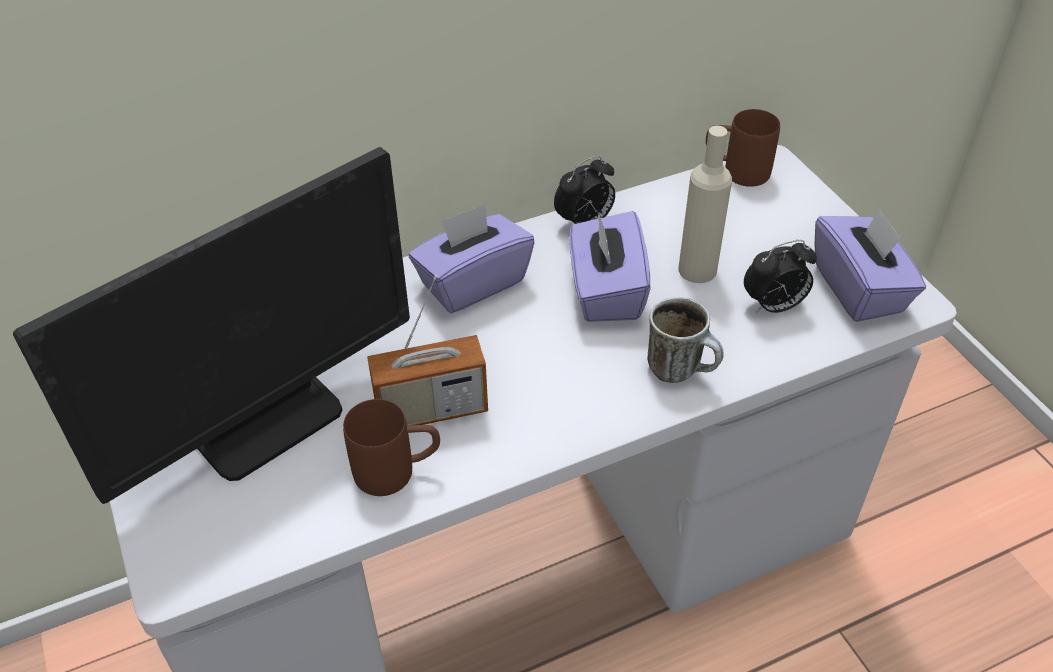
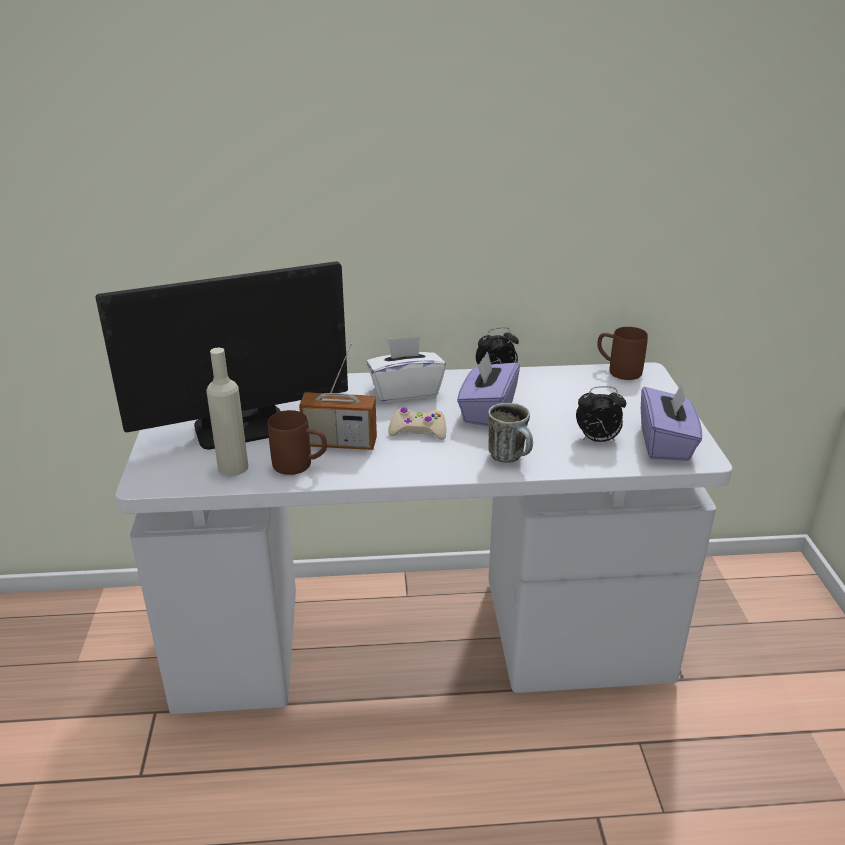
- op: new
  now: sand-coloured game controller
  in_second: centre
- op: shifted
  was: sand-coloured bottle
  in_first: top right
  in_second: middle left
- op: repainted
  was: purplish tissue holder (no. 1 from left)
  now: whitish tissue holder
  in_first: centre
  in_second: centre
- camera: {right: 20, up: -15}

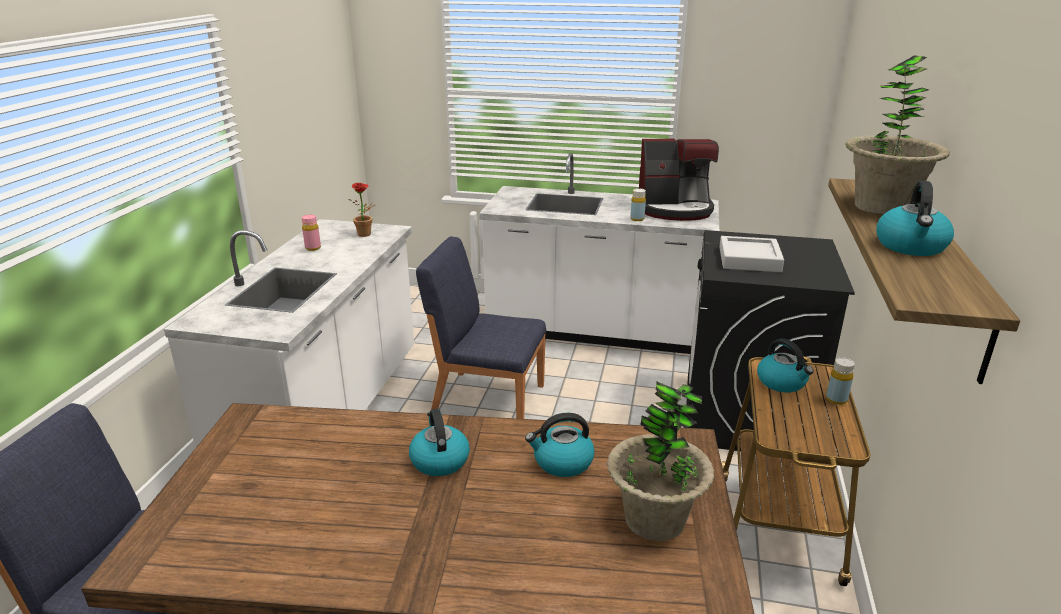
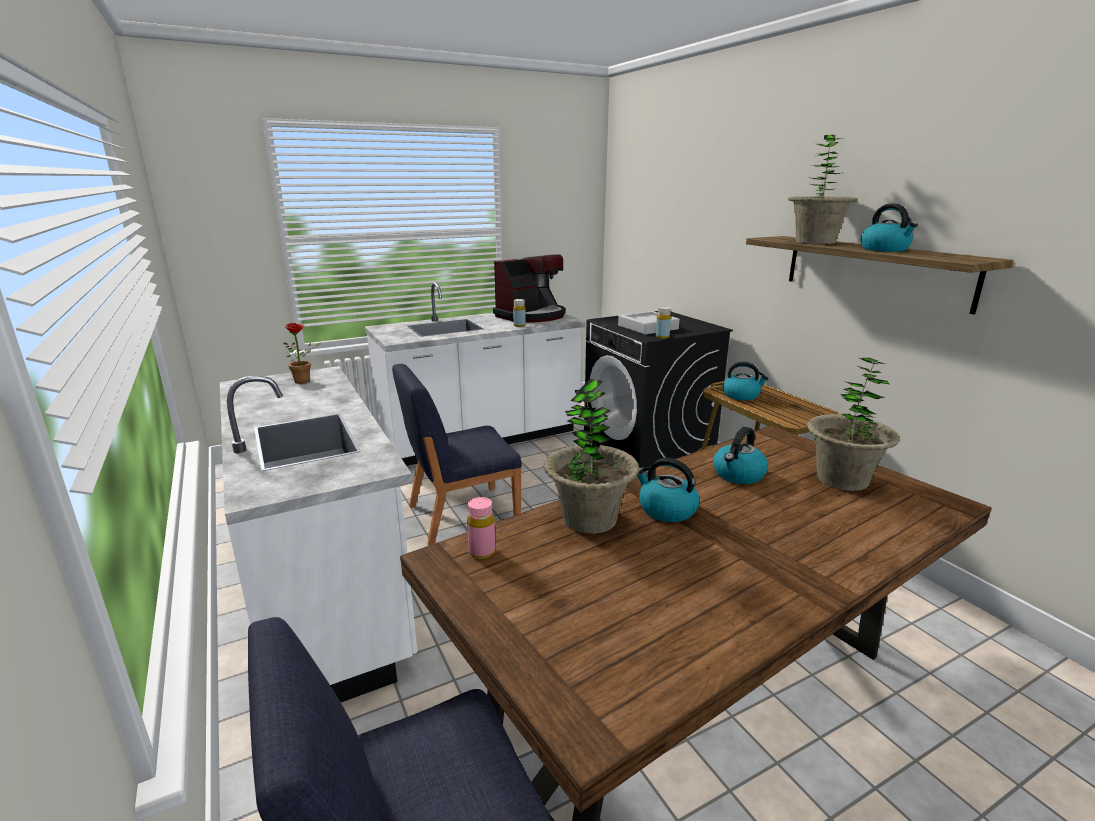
- op: new
  now: potted plant (no. 2 from left)
  in_second: centre
- op: shifted
  was: pink-coloured bottle
  in_first: middle left
  in_second: centre
- op: shifted
  was: yellowish bottle (no. 2 from left)
  in_first: middle right
  in_second: centre
- camera: {right: -40, up: -5}

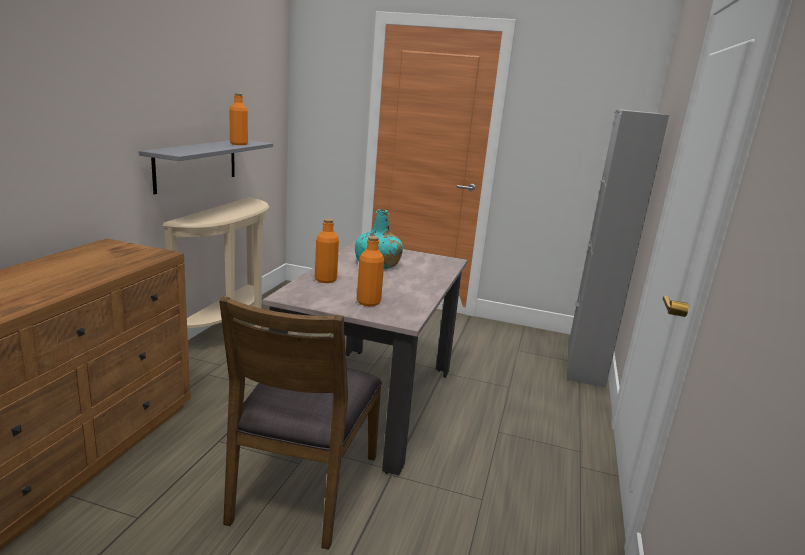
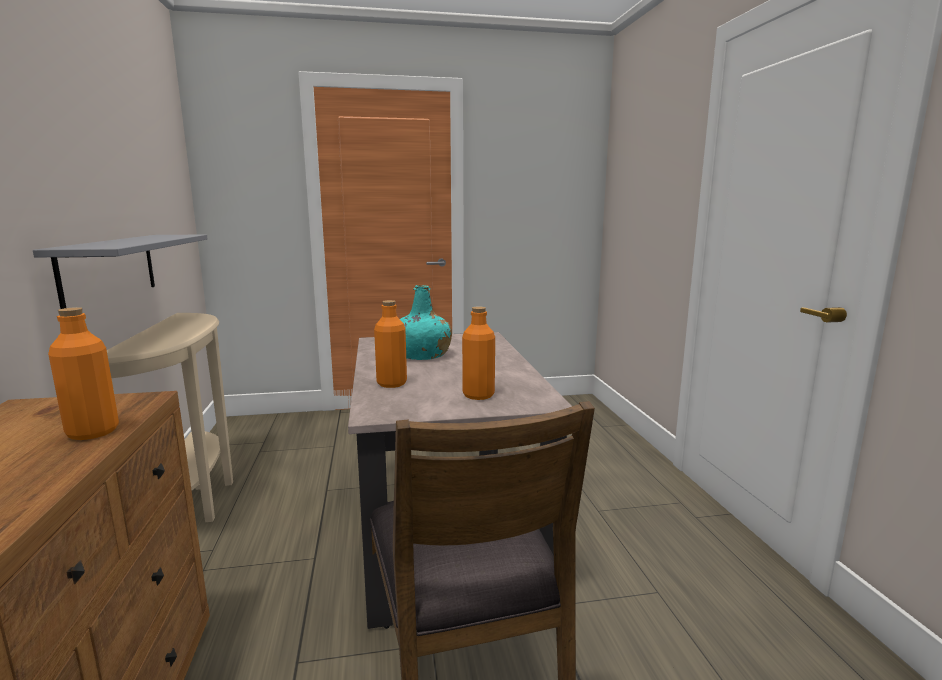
- op: gone
  was: gray cabinet
  in_first: middle right
- op: shifted
  was: orangey bottle (no. 1 from left)
  in_first: top left
  in_second: middle left
- camera: {right: -25, up: -5}

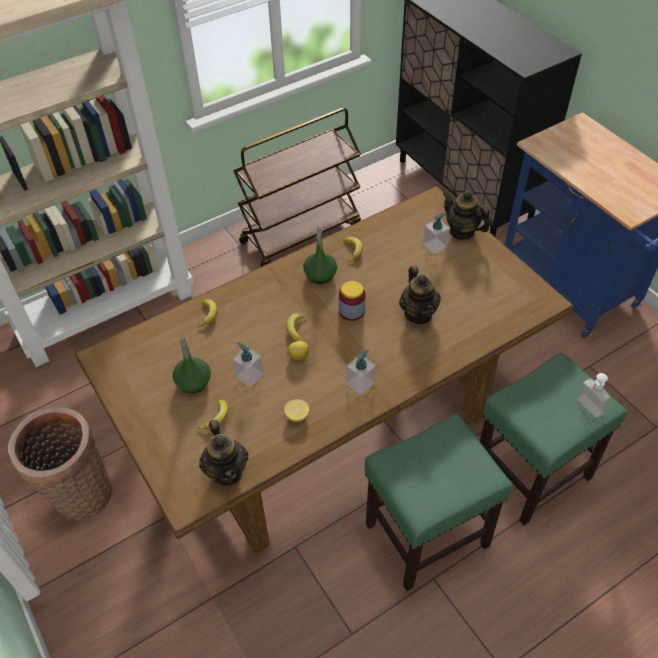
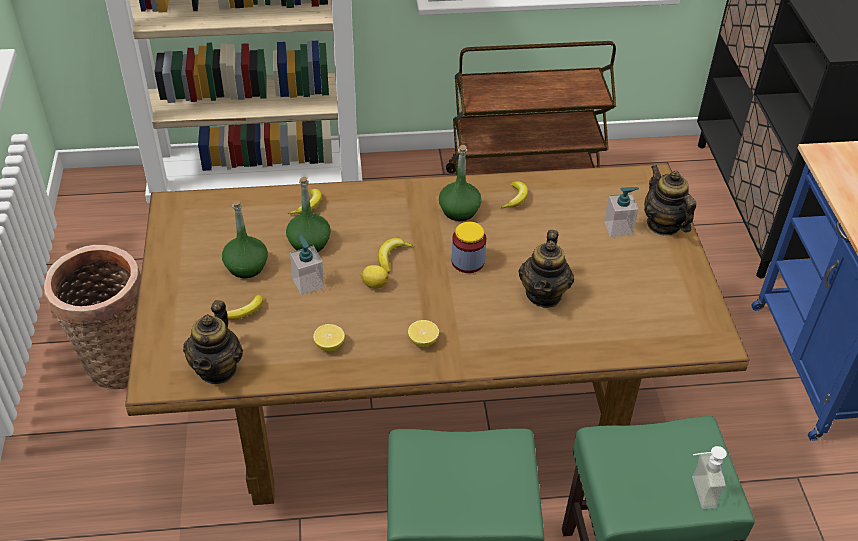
- op: new
  now: green-coloured bottle (no. 2 from left)
  in_second: centre
- op: swapped
  was: liquid soap bottle (no. 2 from left)
  now: whole lemon (no. 3 from left)
  in_first: centre
  in_second: centre
- camera: {right: 25, up: -5}

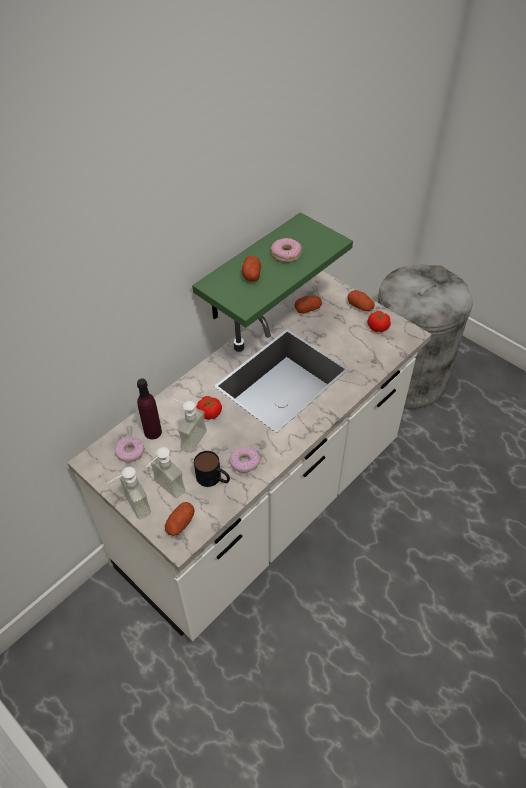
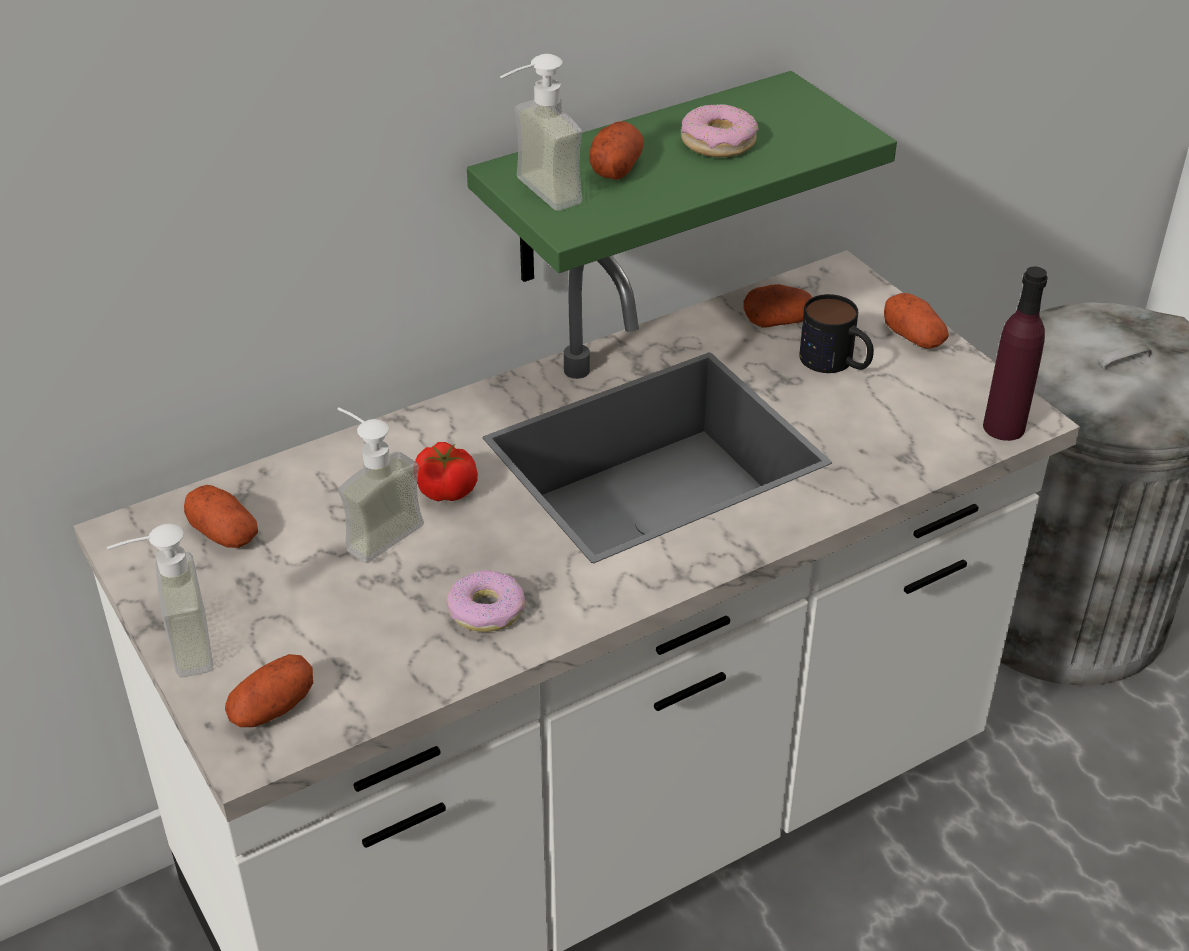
- op: gone
  was: fresh tomato (no. 2 from left)
  in_first: middle right
- op: shifted
  was: purplish bottle
  in_first: middle left
  in_second: middle right
- op: shifted
  was: liquid soap bottle (no. 2 from left in the first image)
  now: liquid soap bottle (no. 3 from left)
  in_first: middle left
  in_second: top centre
- op: shifted
  was: tea mug
  in_first: centre
  in_second: middle right
- op: swapped
  was: doughnut (no. 1 from left)
  now: spud (no. 1 from left)
  in_first: middle left
  in_second: middle left
- camera: {right: 15, up: -10}

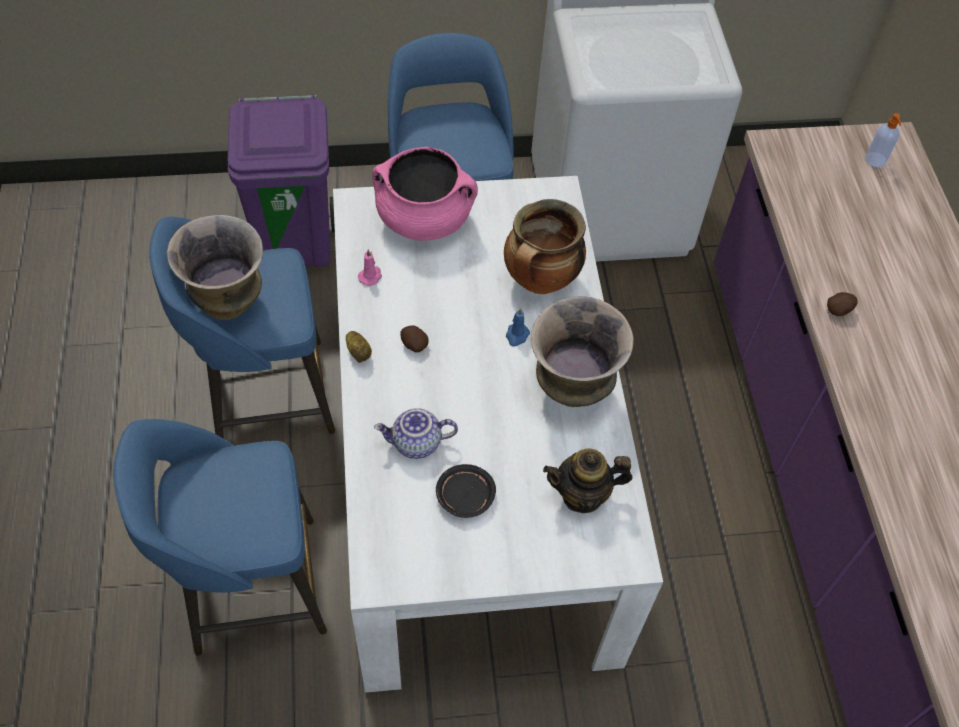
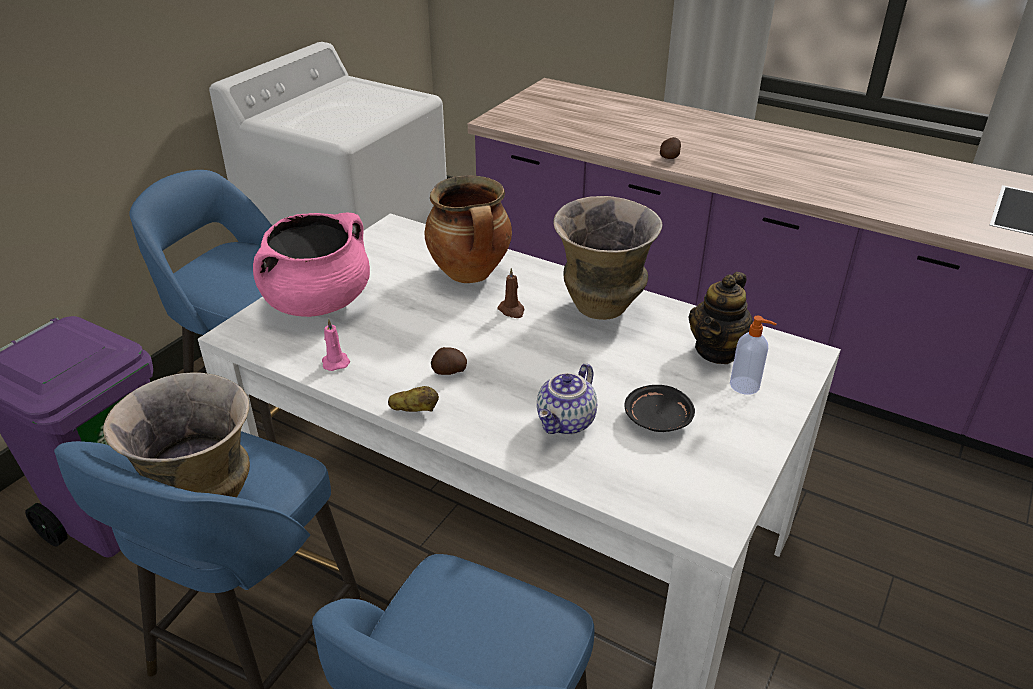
- op: shifted
  was: liquid soap bottle
  in_first: top right
  in_second: middle right
- op: repainted
  was: blue wax candle
  now: brown wax candle
  in_first: centre
  in_second: centre
- camera: {right: -50, up: -20}

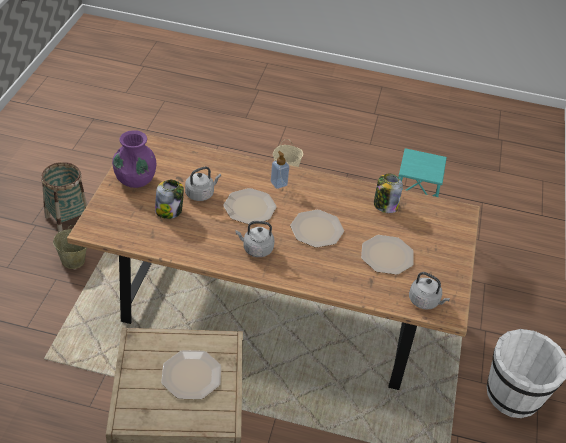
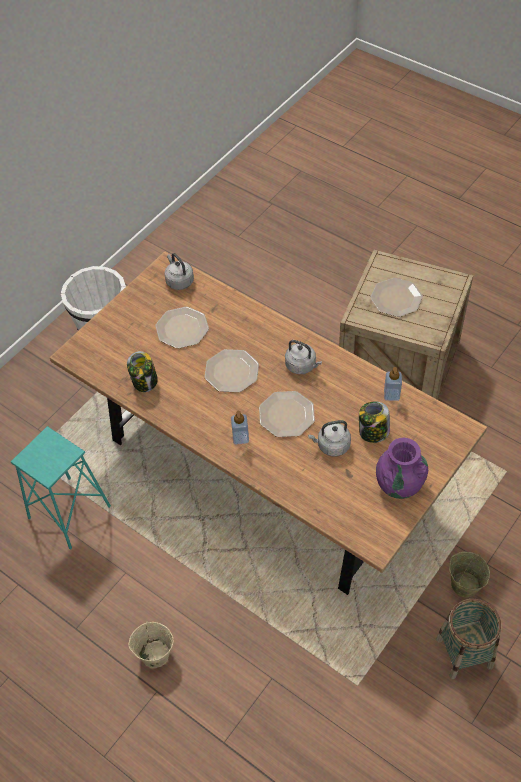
- op: new
  now: liquid soap bottle (no. 2 from left)
  in_second: middle right
- camera: {right: -150, up: 10}

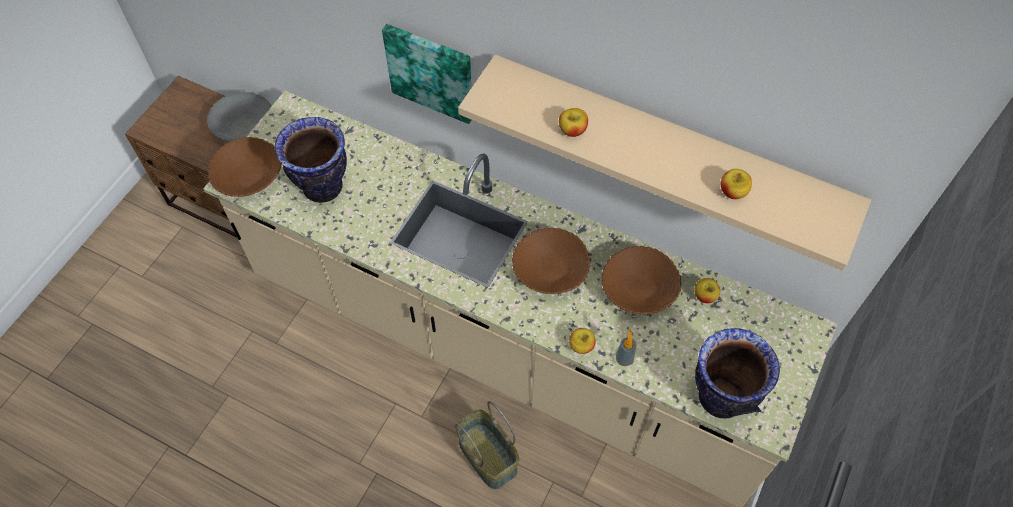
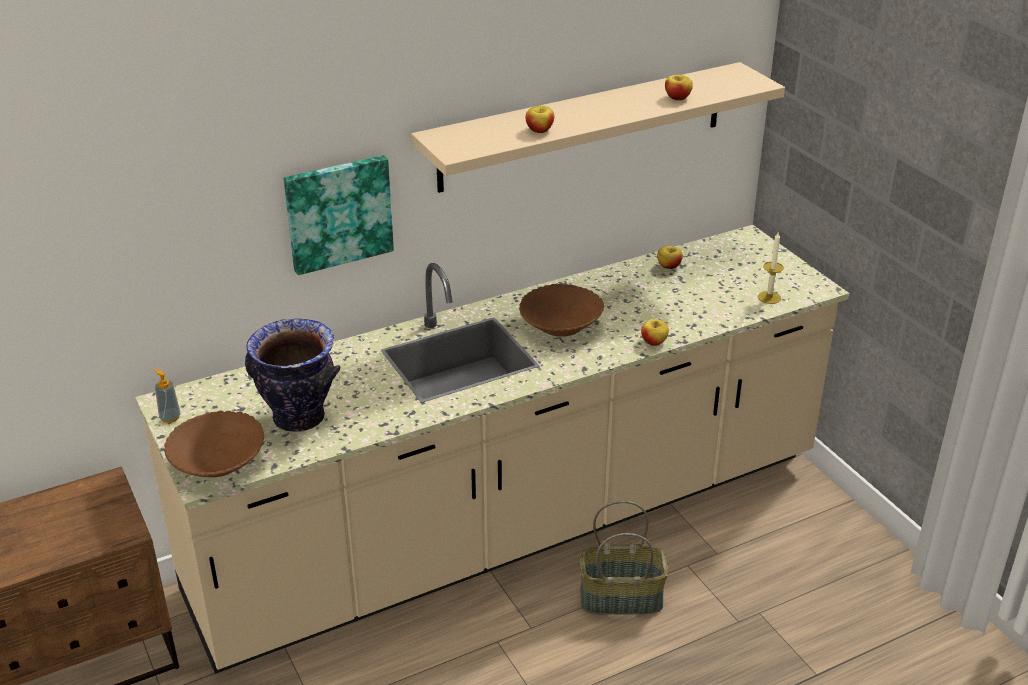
- op: gone
  was: gray deep dish
  in_first: top left
- op: gone
  was: brown deep dish (no. 3 from left)
  in_first: centre
- op: shifted
  was: liquid soap bottle
  in_first: bottom centre
  in_second: middle left
- op: swapped
  was: vase (no. 2 from left)
  now: wax candle
  in_first: bottom right
  in_second: middle right
- camera: {right: -55, up: -25}

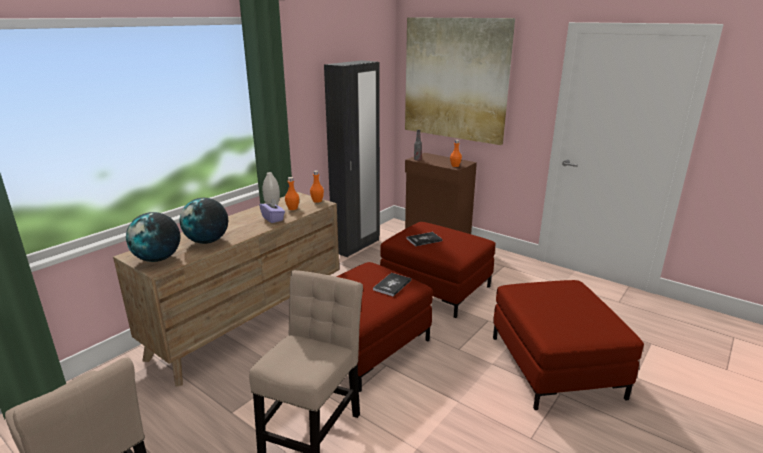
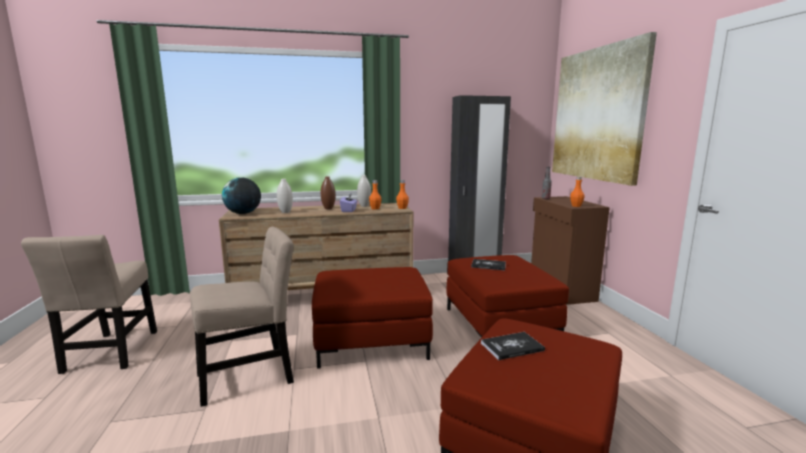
- op: new
  now: brown vase
  in_second: centre
- op: shifted
  was: volume (no. 1 from left in the first image)
  now: volume (no. 2 from left)
  in_first: centre
  in_second: bottom centre
- op: swapped
  was: globe (no. 2 from left)
  now: whitish vase (no. 1 from left)
  in_first: middle left
  in_second: centre
- camera: {right: 40, up: -10}

